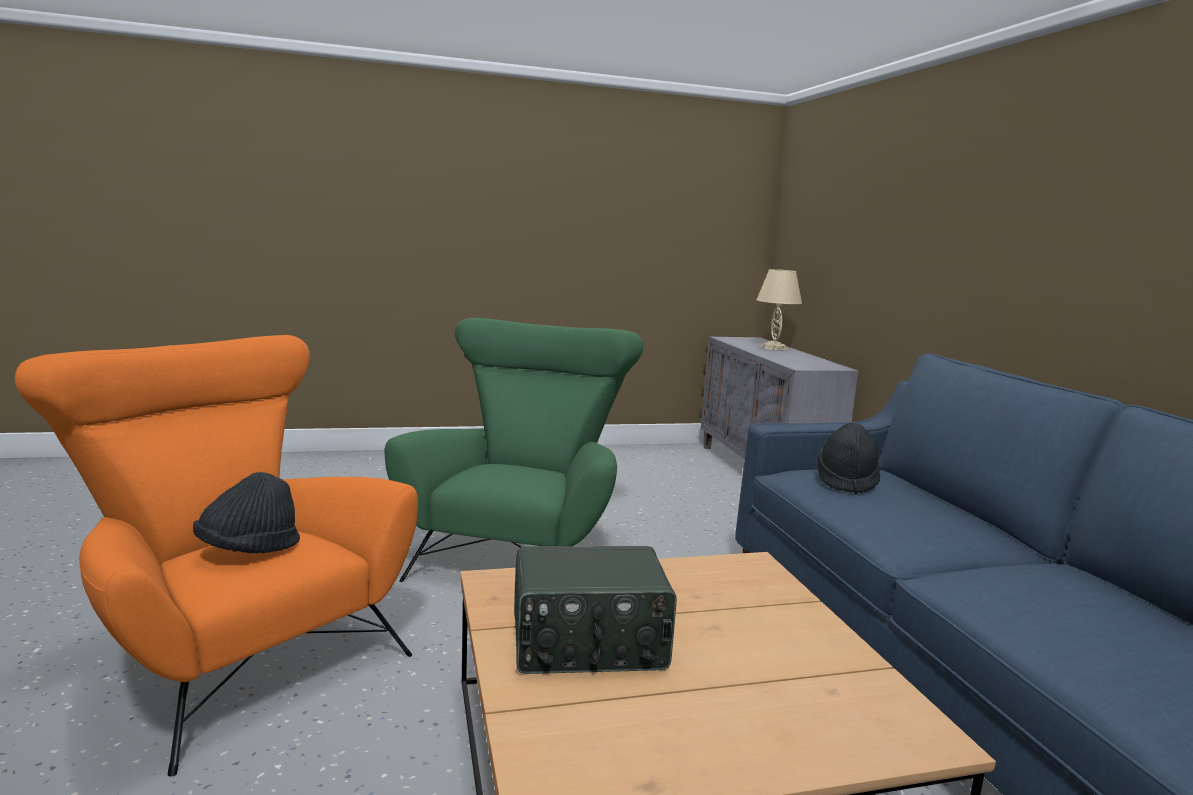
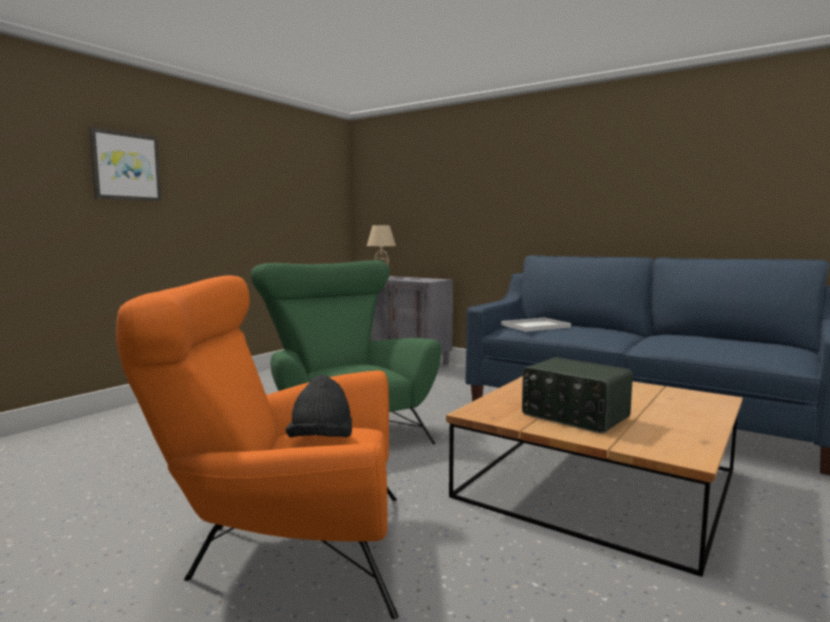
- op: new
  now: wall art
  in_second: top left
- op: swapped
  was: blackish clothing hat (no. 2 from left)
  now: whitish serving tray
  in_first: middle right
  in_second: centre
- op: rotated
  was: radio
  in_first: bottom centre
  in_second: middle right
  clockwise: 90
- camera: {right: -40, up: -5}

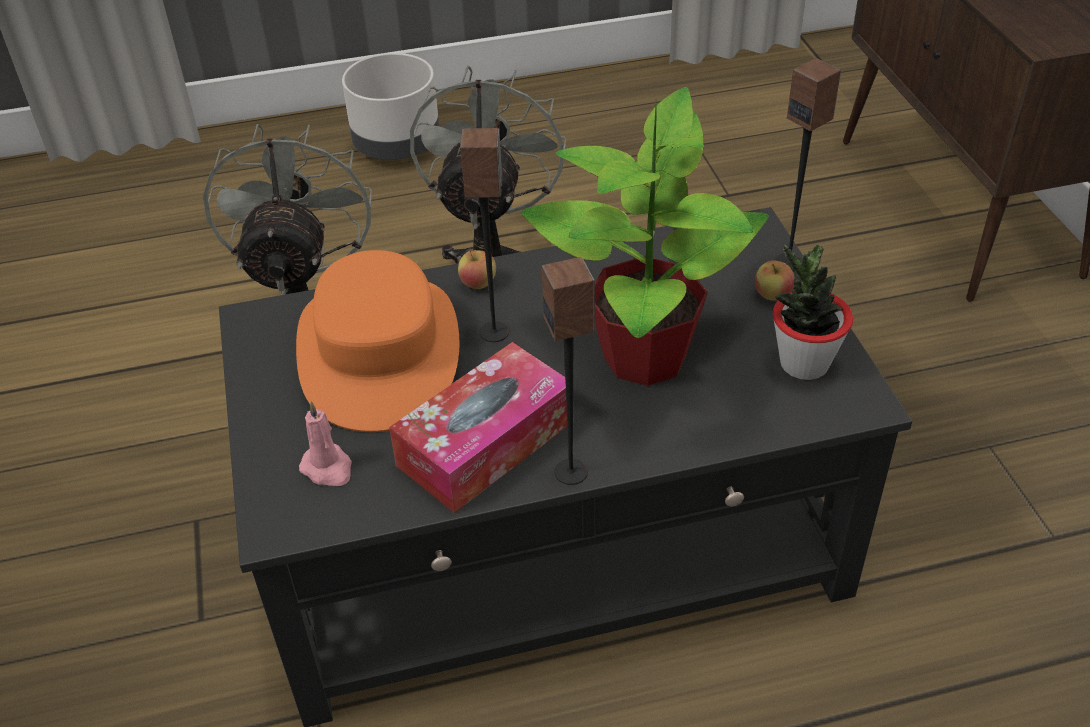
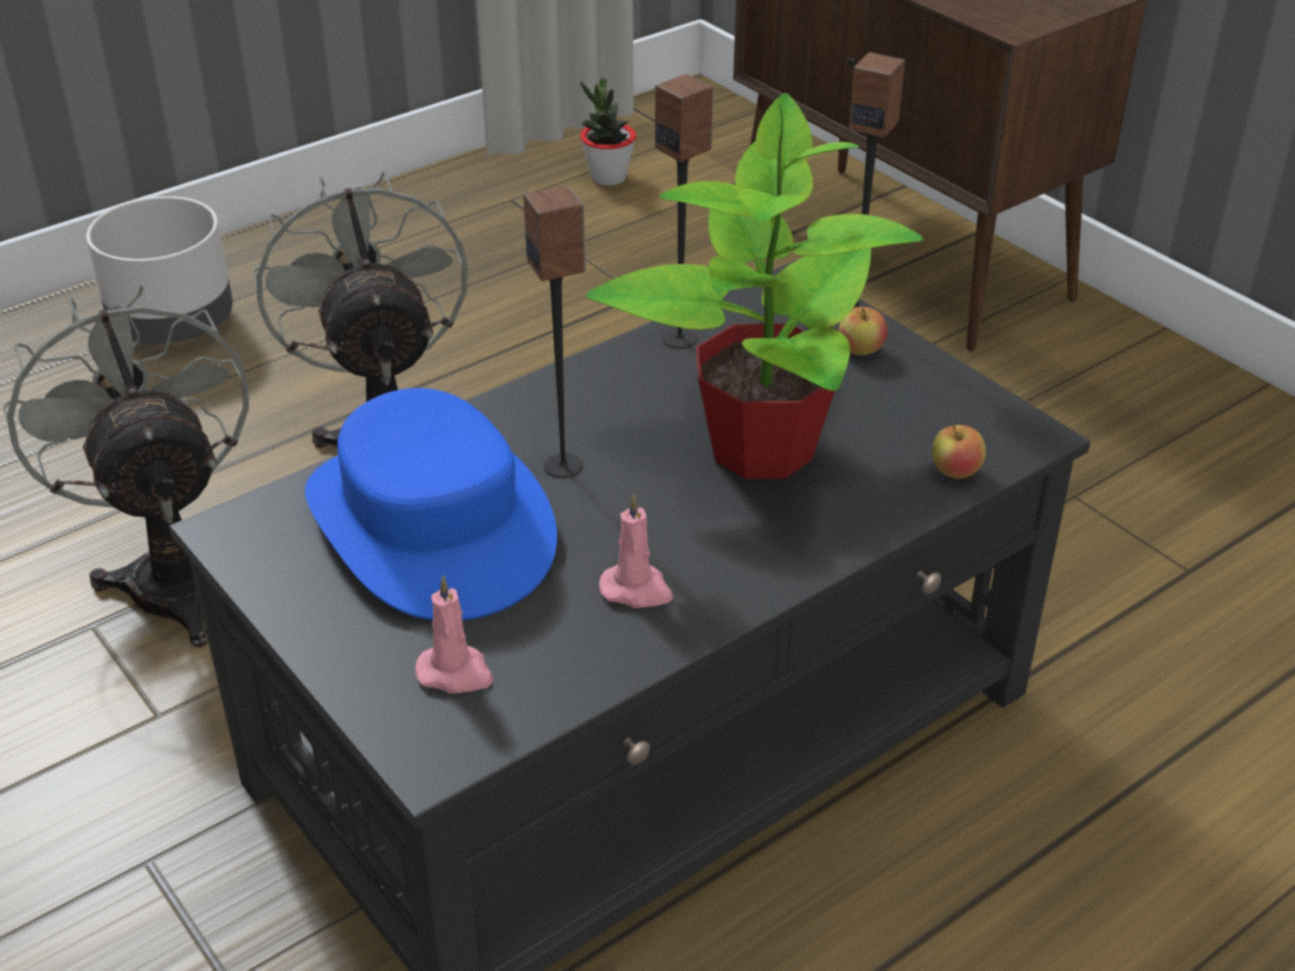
- op: shifted
  was: whole apple (no. 1 from left in the first image)
  now: whole apple (no. 2 from left)
  in_first: centre
  in_second: middle right
- op: shifted
  was: audio speaker (no. 2 from left)
  in_first: centre
  in_second: top centre
- op: shifted
  was: potted plant (no. 2 from left in the first image)
  now: potted plant (no. 1 from left)
  in_first: middle right
  in_second: top centre
- op: swapped
  was: tissue holder
  now: pink-coloured wax candle (no. 2 from left)
  in_first: centre
  in_second: centre
- op: repainted
  was: orangey clothing hat
  now: blue clothing hat
  in_first: centre
  in_second: middle left
- camera: {right: -25, up: -5}

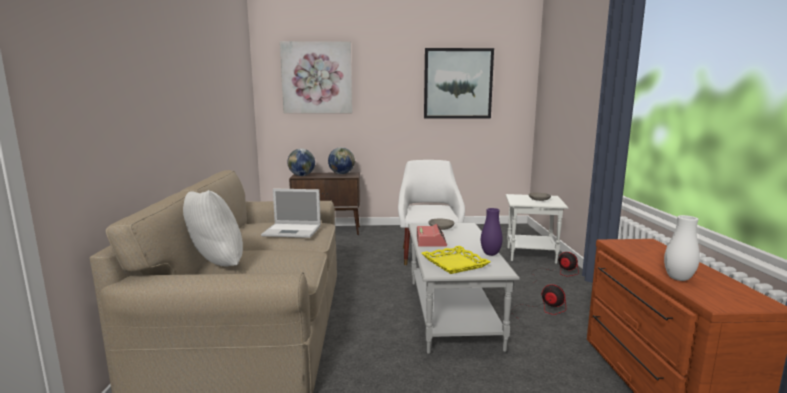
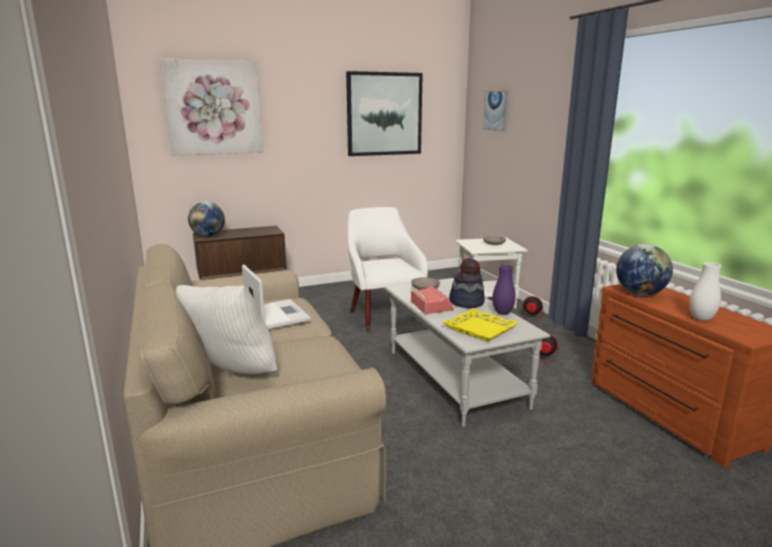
- op: new
  now: clothing hat
  in_second: centre
- op: new
  now: wall art (no. 3 from left)
  in_second: top centre
- op: shifted
  was: globe (no. 2 from left)
  in_first: centre
  in_second: middle right
- op: rotated
  was: notebook computer
  in_first: centre
  in_second: centre
  clockwise: -105
- camera: {right: -20, up: 5}

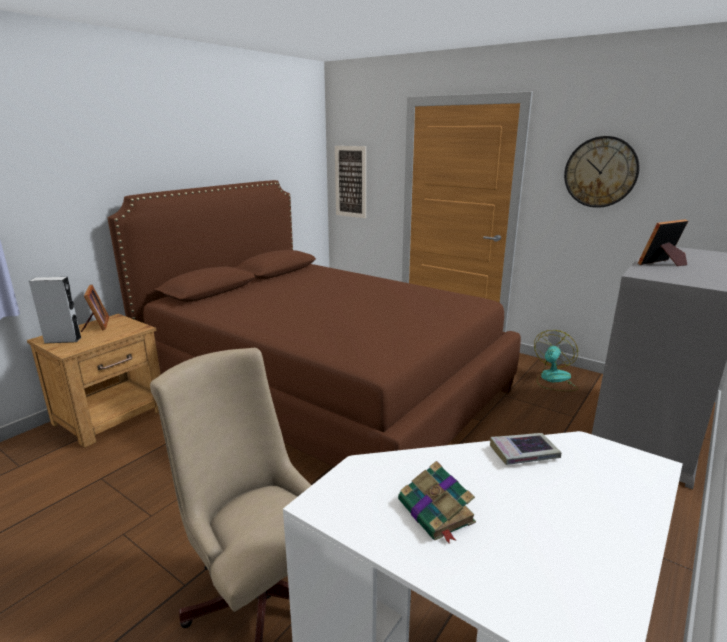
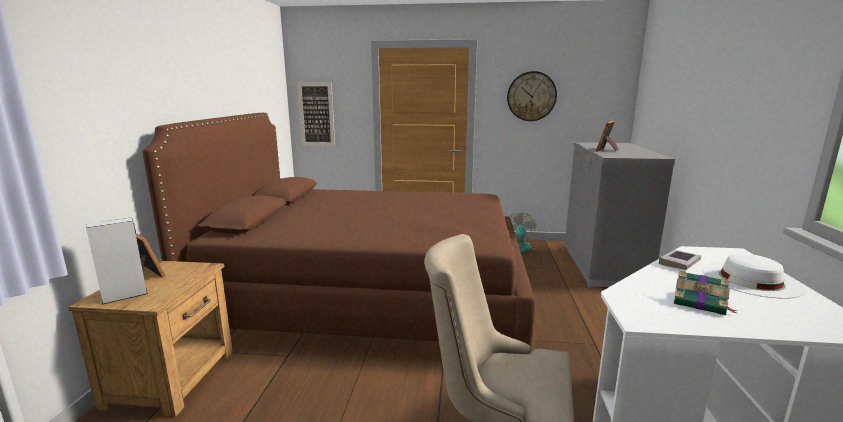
- op: new
  now: whitish clothing hat
  in_second: middle right
- camera: {right: -30, up: -5}

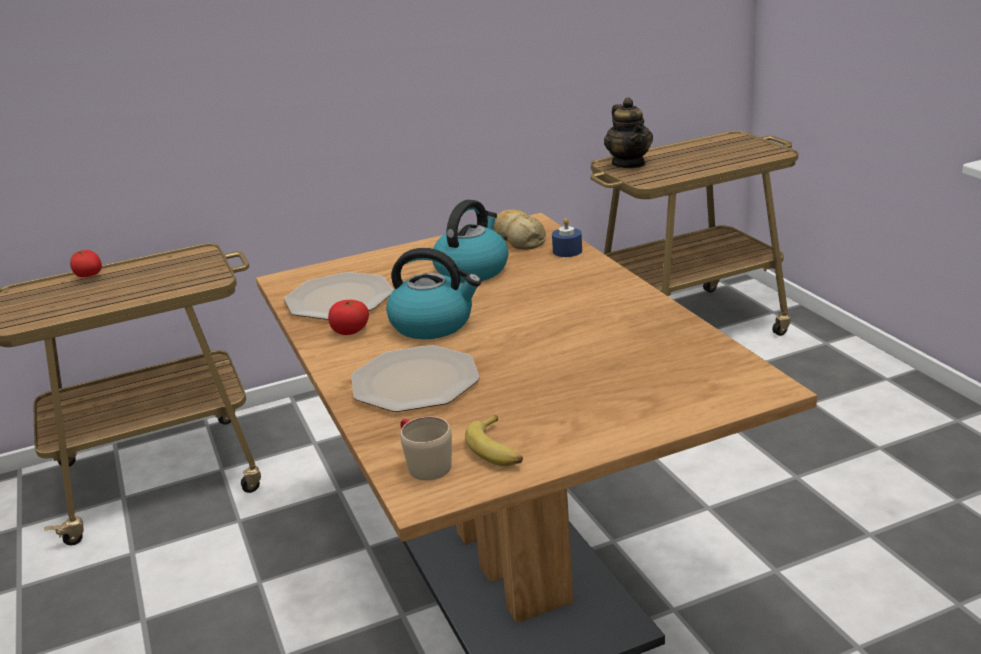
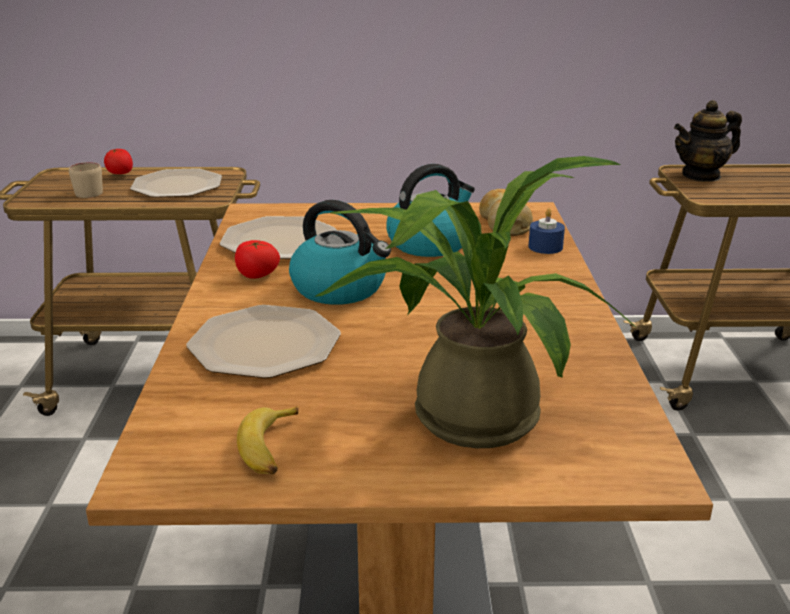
- op: new
  now: plate (no. 1 from left)
  in_second: top left
- op: new
  now: potted plant
  in_second: centre
- op: shifted
  was: sand-coloured tea mug
  in_first: bottom centre
  in_second: top left
- op: rotated
  was: pot for tea
  in_first: top centre
  in_second: top right
  clockwise: 60
- camera: {right: 20, up: 0}

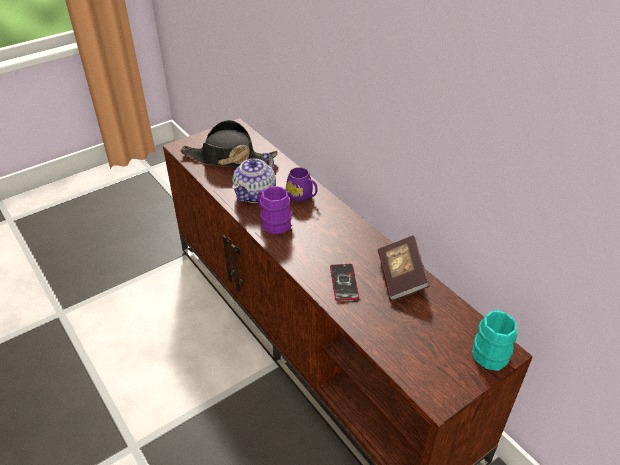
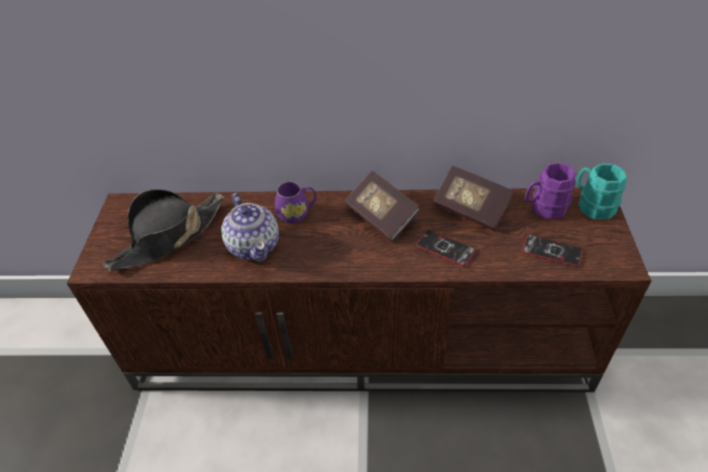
- op: new
  now: volume (no. 1 from left)
  in_second: centre
- op: new
  now: phone (no. 2 from left)
  in_second: middle right
- op: shifted
  was: purplish tea mug (no. 1 from left in the first image)
  now: purplish tea mug (no. 2 from left)
  in_first: centre
  in_second: middle right
- camera: {right: -50, up: 5}

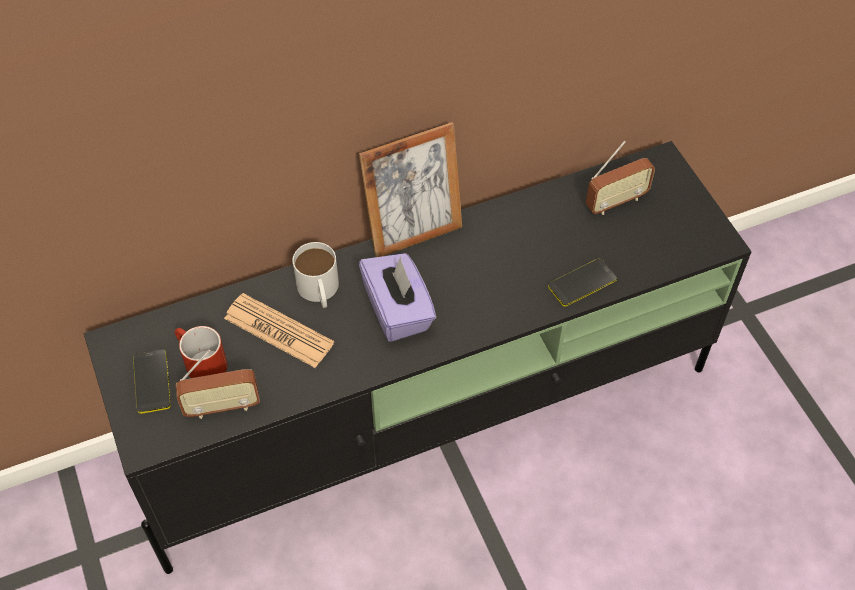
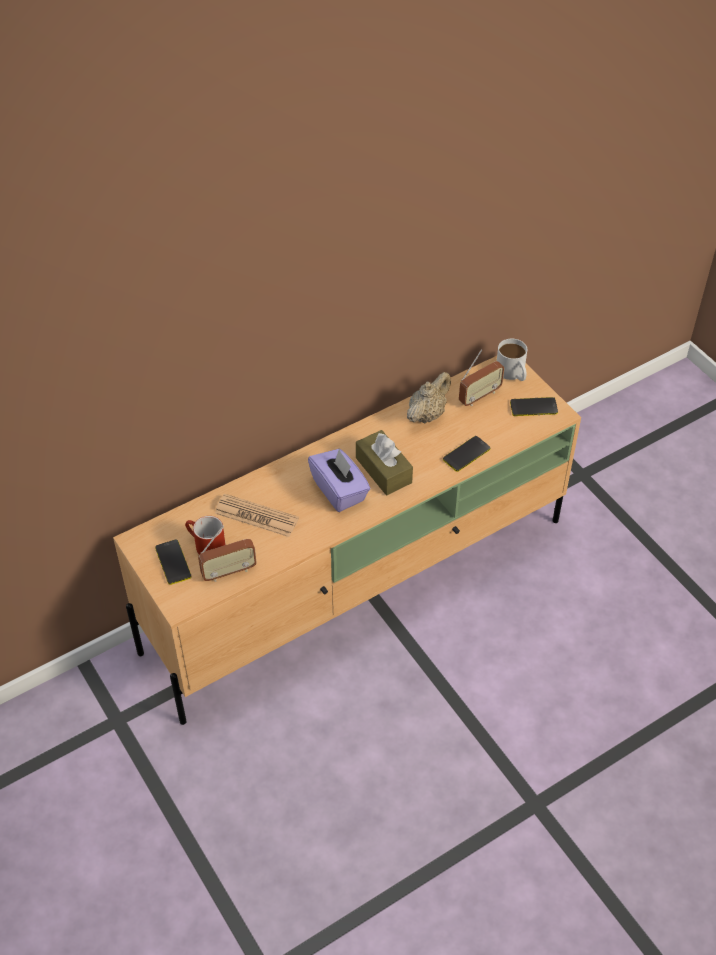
- op: gone
  was: standing frame
  in_first: top centre
- op: new
  now: brown tissue holder
  in_second: centre
- op: new
  now: sand-coloured pot for tea
  in_second: centre
- op: new
  now: phone (no. 3 from left)
  in_second: middle right
- op: shifted
  was: whitish tea mug
  in_first: centre
  in_second: middle right
- op: repainted
  was: blackish tv stand
  now: sand-coloured tv stand
  in_first: centre
  in_second: centre
- camera: {right: -10, up: -5}

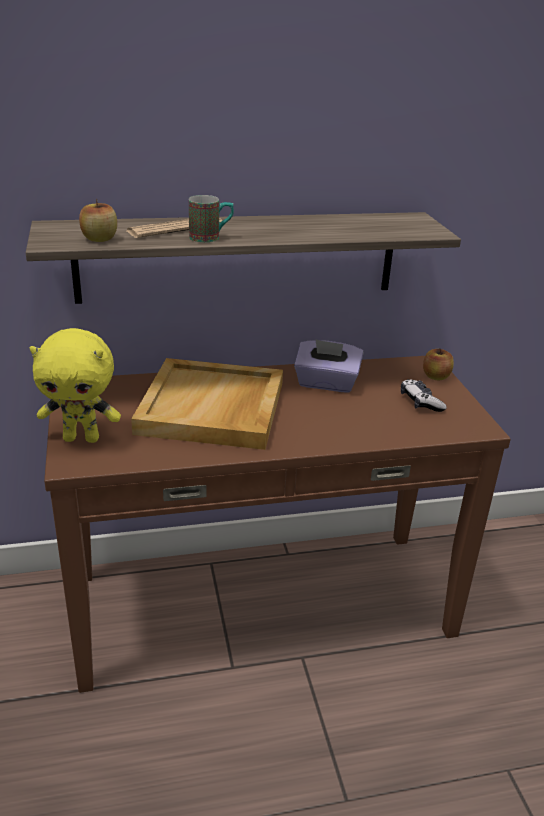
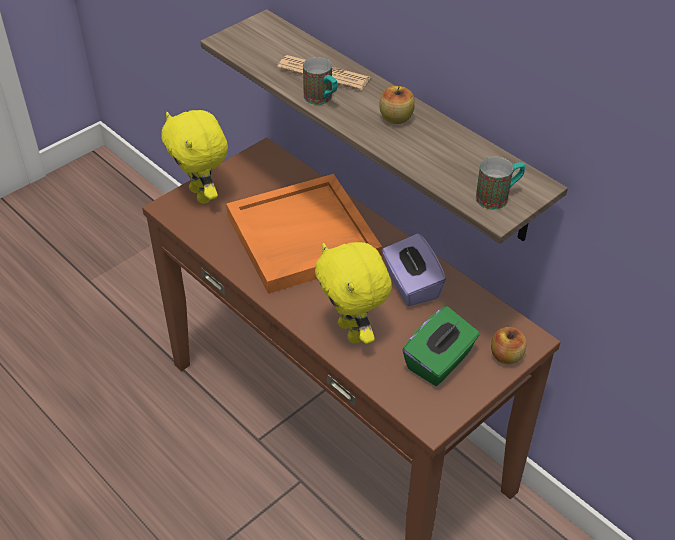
- op: new
  now: yellowish plush toy (no. 2 from left)
  in_second: centre
- op: new
  now: tea mug (no. 2 from left)
  in_second: middle right
- op: shifted
  was: whole apple (no. 1 from left)
  in_first: top left
  in_second: top centre
- op: swapped
  was: game controller
  now: green-coloured tissue holder
  in_first: middle right
  in_second: centre
- op: repainted
  was: sand-coloured serving tray
  now: orangey serving tray
  in_first: centre
  in_second: centre
- camera: {right: 60, up: 15}

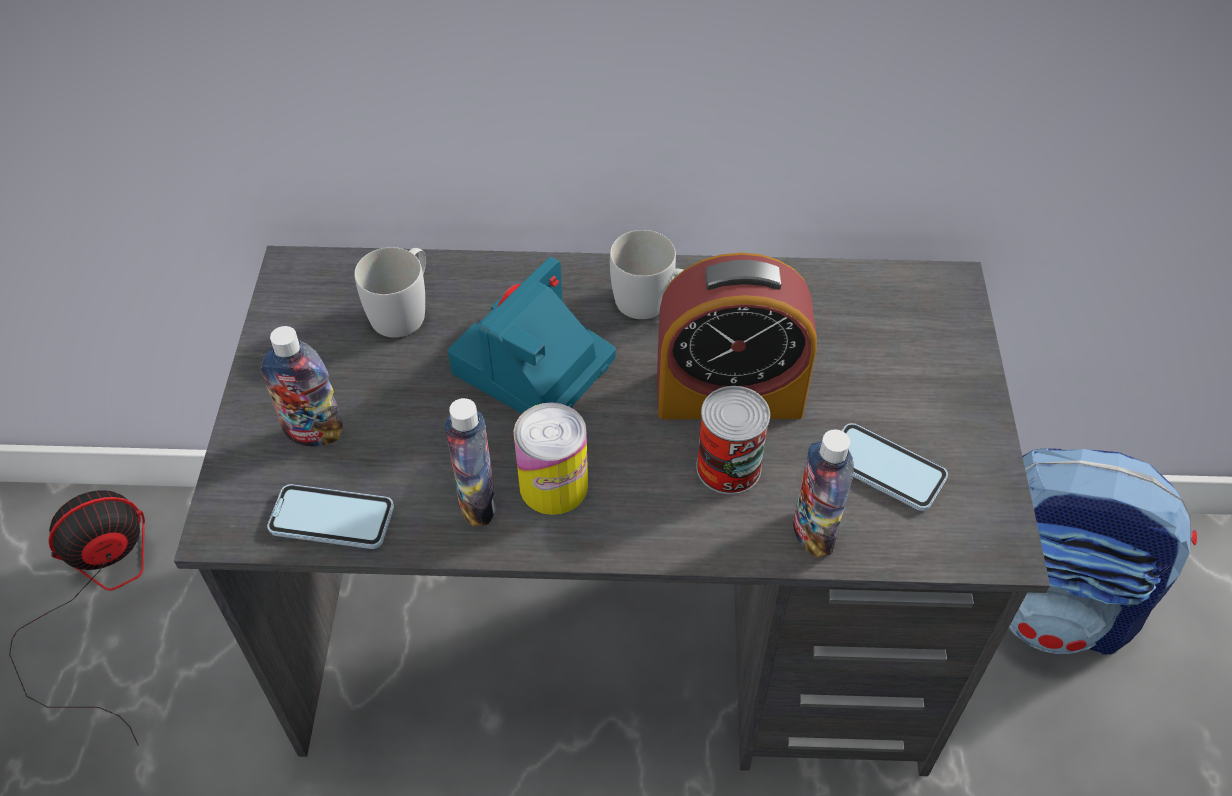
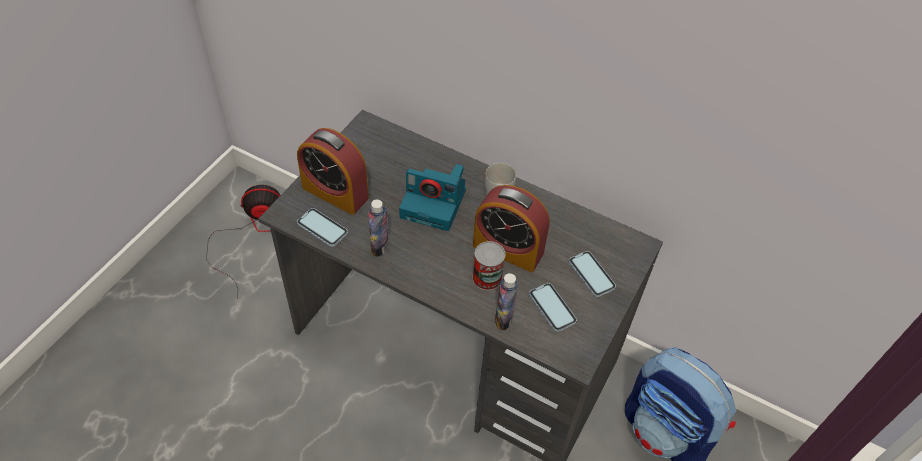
- op: gone
  was: whitish tea mug (no. 1 from left)
  in_first: middle left
- op: gone
  was: sealed can (no. 1 from left)
  in_first: centre
- op: new
  now: phone (no. 3 from left)
  in_second: centre
- op: swapped
  was: bottle (no. 1 from left)
  now: bedside clock (no. 1 from left)
  in_first: middle left
  in_second: centre
- op: rotated
  was: photo camera
  in_first: centre
  in_second: centre
  clockwise: -135
- camera: {right: 25, up: 0}

